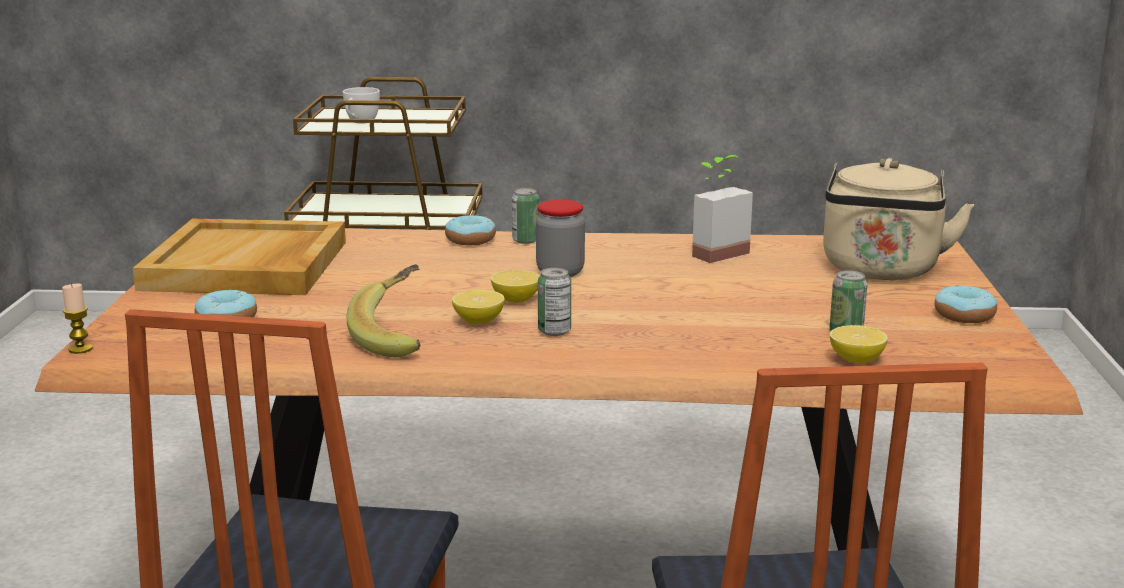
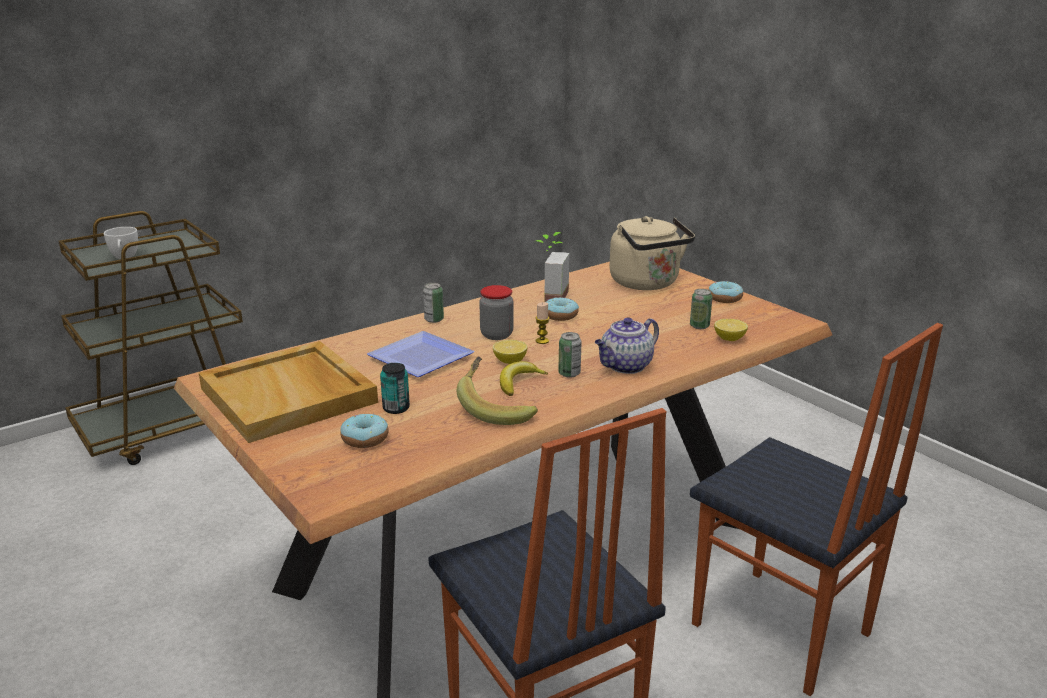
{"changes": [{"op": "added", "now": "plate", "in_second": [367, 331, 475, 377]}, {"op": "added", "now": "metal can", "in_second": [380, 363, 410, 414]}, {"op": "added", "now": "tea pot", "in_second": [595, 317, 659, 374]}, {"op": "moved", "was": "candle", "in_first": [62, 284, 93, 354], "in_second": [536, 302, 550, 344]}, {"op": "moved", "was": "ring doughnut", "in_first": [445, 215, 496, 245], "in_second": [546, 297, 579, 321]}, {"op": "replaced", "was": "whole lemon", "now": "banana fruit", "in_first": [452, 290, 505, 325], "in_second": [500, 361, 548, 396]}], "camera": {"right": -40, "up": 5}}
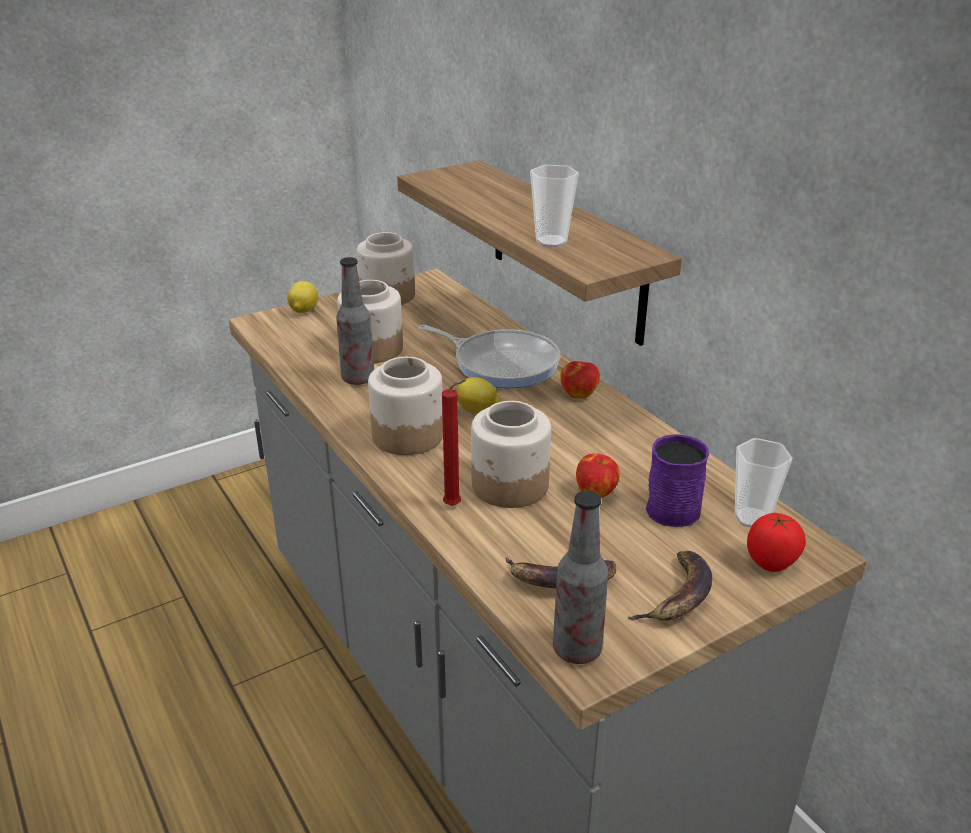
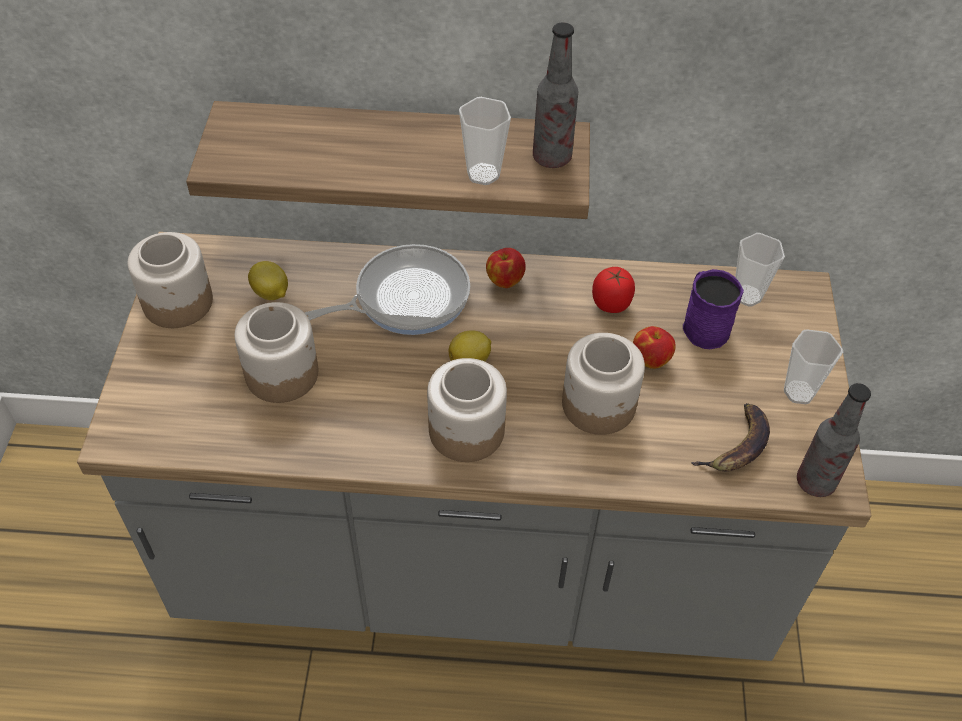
{"changes": [{"op": "removed", "was": "candle (red)", "in_first": [442, 380, 466, 506]}, {"op": "moved", "was": "whole lemon", "in_first": [287, 281, 318, 313], "in_second": [248, 261, 288, 300]}, {"op": "moved", "was": "drink bottle", "in_first": [336, 257, 374, 385], "in_second": [533, 22, 578, 168]}, {"op": "moved", "was": "whole tomato", "in_first": [747, 512, 806, 572], "in_second": [592, 267, 635, 313]}, {"op": "replaced", "was": "banana fruit", "now": "cup", "in_first": [627, 551, 712, 621], "in_second": [784, 329, 843, 404]}], "camera": {"right": -55, "up": 20}}
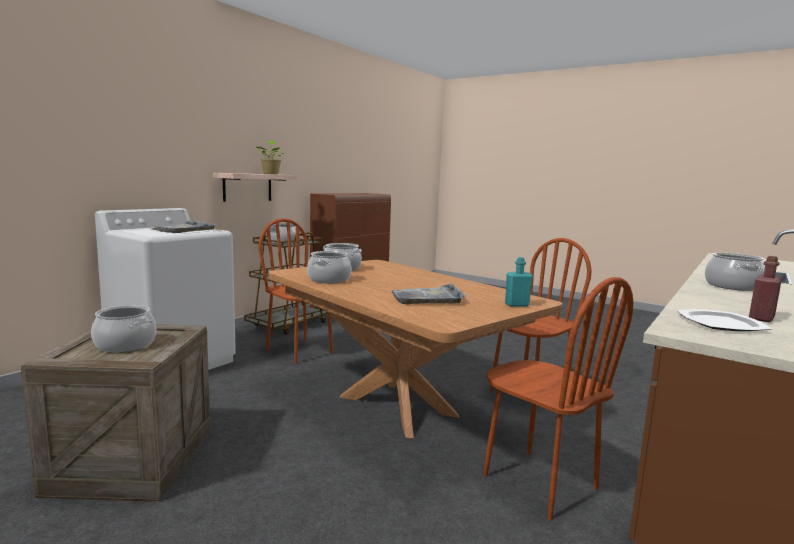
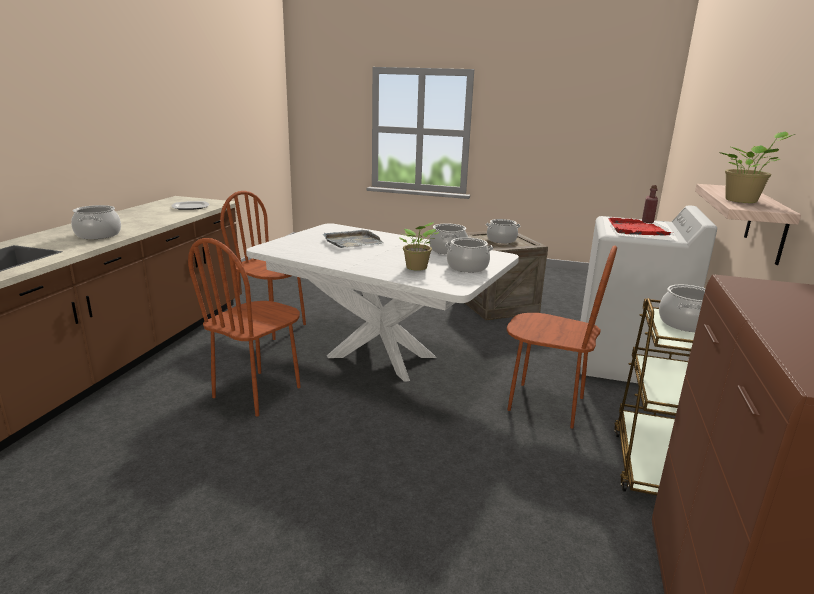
{"changes": [{"op": "removed", "was": "drink bottle (turquoise)", "in_first": [505, 257, 533, 307]}, {"op": "added", "now": "potted plant", "in_second": [399, 222, 440, 271]}, {"op": "moved", "was": "drink bottle (red)", "in_first": [749, 256, 782, 322], "in_second": [642, 185, 658, 223]}, {"op": "recoloured", "was": "carrying tray (gray)", "now": "carrying tray (red)", "in_first": [149, 221, 217, 233], "in_second": [608, 217, 672, 236]}, {"op": "recoloured", "was": "dinner table (brown-coloured)", "now": "dinner table (white)", "in_first": [269, 260, 562, 438], "in_second": [246, 223, 519, 382]}], "camera": {"right": 160, "up": 10}}
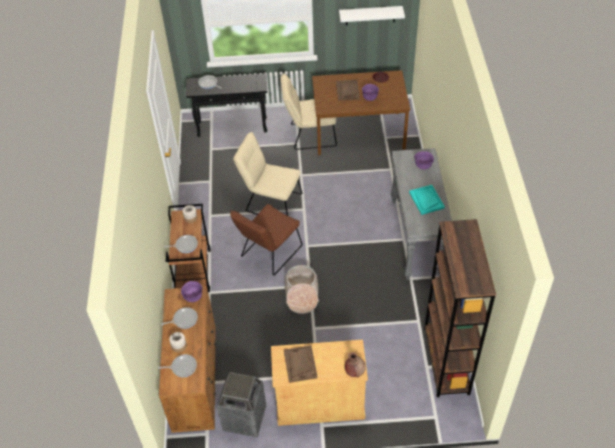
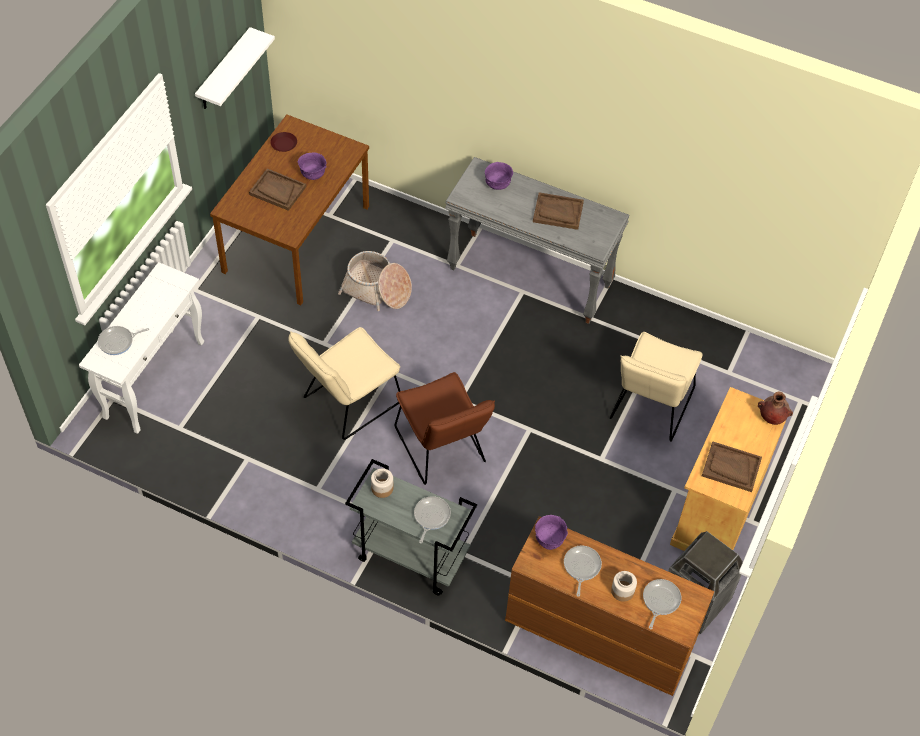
{"changes": [{"op": "removed", "was": "bookcase (brown-coloured)", "in_first": [424, 219, 496, 397]}, {"op": "moved", "was": "chair (sand-coloured)", "in_first": [281, 73, 337, 150], "in_second": [610, 332, 702, 442]}, {"op": "moved", "was": "household basket", "in_first": [285, 265, 319, 314], "in_second": [338, 251, 412, 311]}, {"op": "recoloured", "was": "cart (brown-coloured)", "now": "cart (gray)", "in_first": [166, 204, 211, 292], "in_second": [345, 459, 477, 596]}, {"op": "recoloured", "was": "narrow table (blackish)", "now": "narrow table (white)", "in_first": [186, 73, 267, 137], "in_second": [79, 262, 204, 434]}, {"op": "recoloured", "was": "carrying tray (turquoise)", "now": "carrying tray (brown-coloured)", "in_first": [409, 185, 445, 215], "in_second": [533, 192, 584, 230]}], "camera": {"right": -65, "up": 5}}
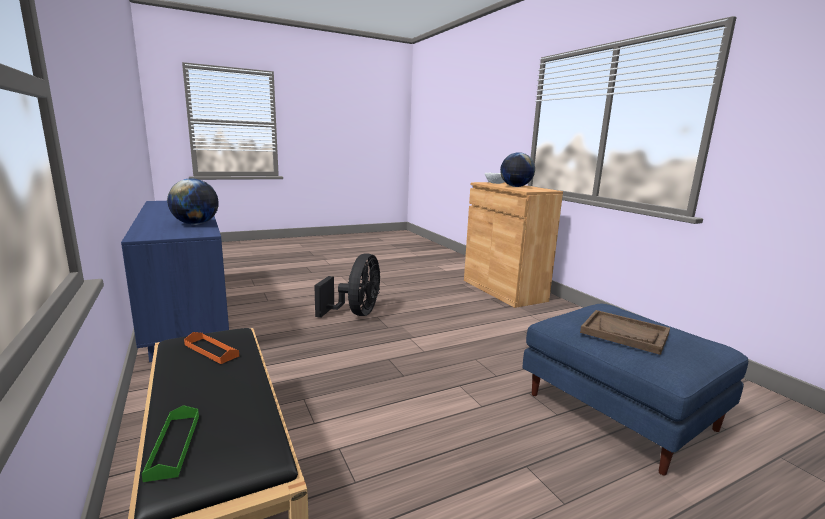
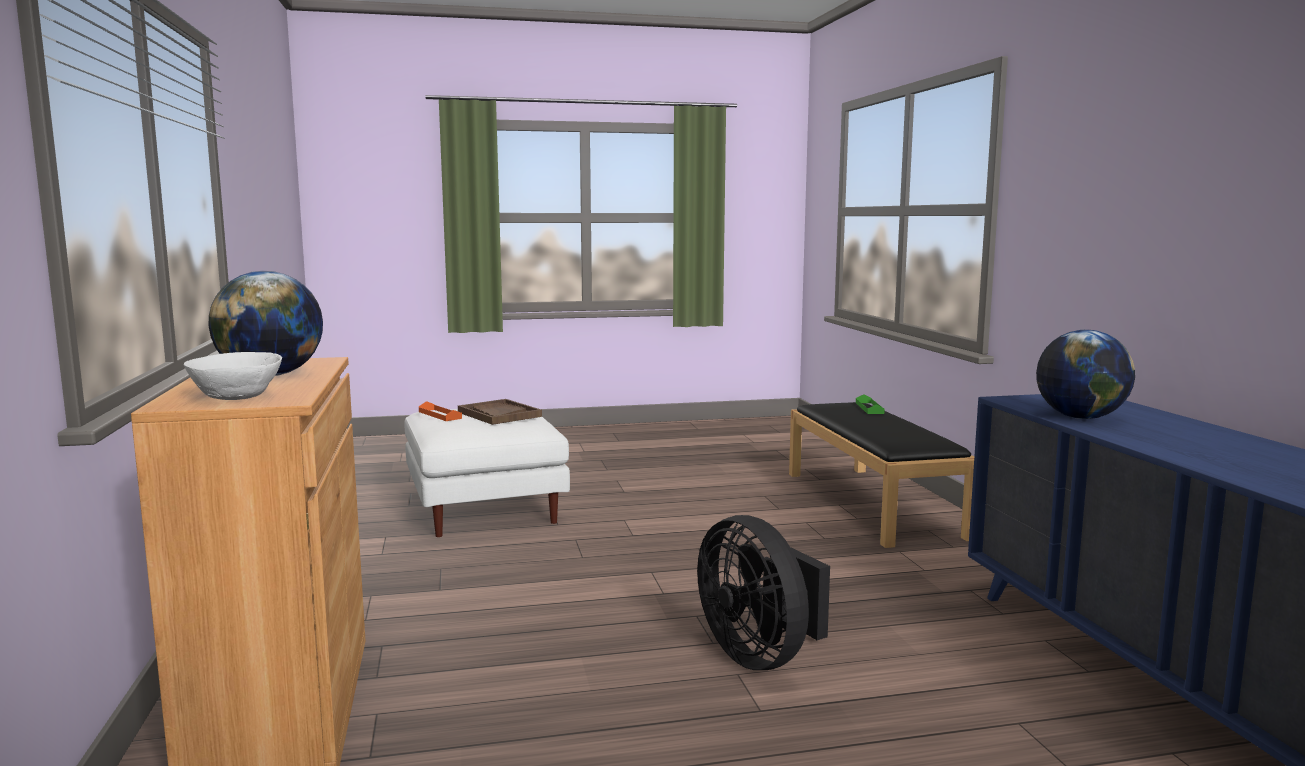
{"changes": [{"op": "moved", "was": "carrying tray (orangey)", "in_first": [184, 332, 239, 364], "in_second": [419, 401, 462, 421]}, {"op": "recoloured", "was": "footrest (blue-coloured)", "now": "footrest (white)", "in_first": [523, 304, 748, 476], "in_second": [405, 409, 570, 537]}, {"op": "turned", "was": "fan (blackish)", "in_first": [314, 253, 380, 318], "in_second": [697, 515, 830, 670], "clockwise": -60}], "camera": {"right": -165, "up": -5}}
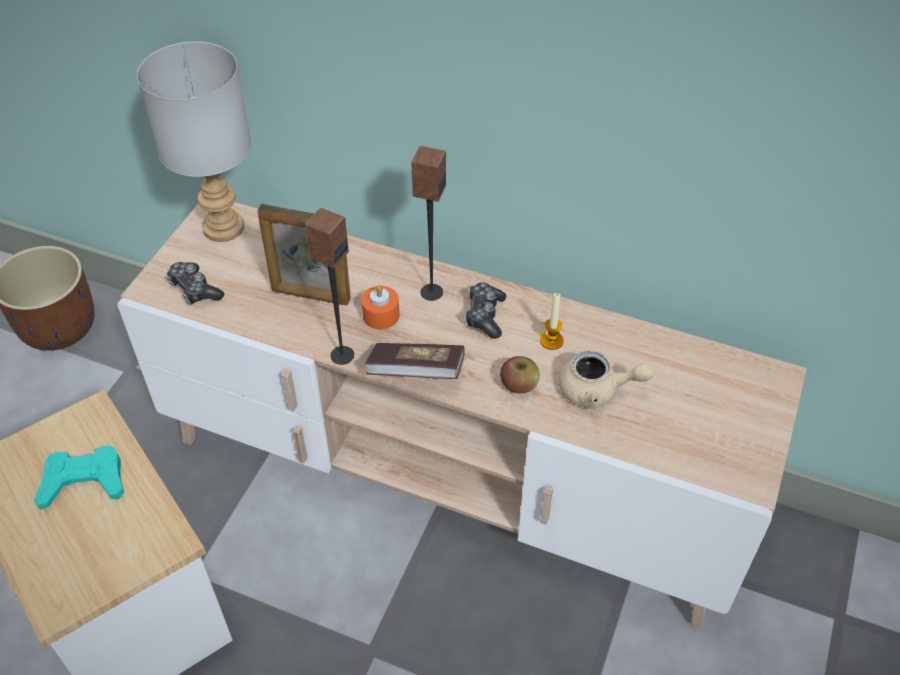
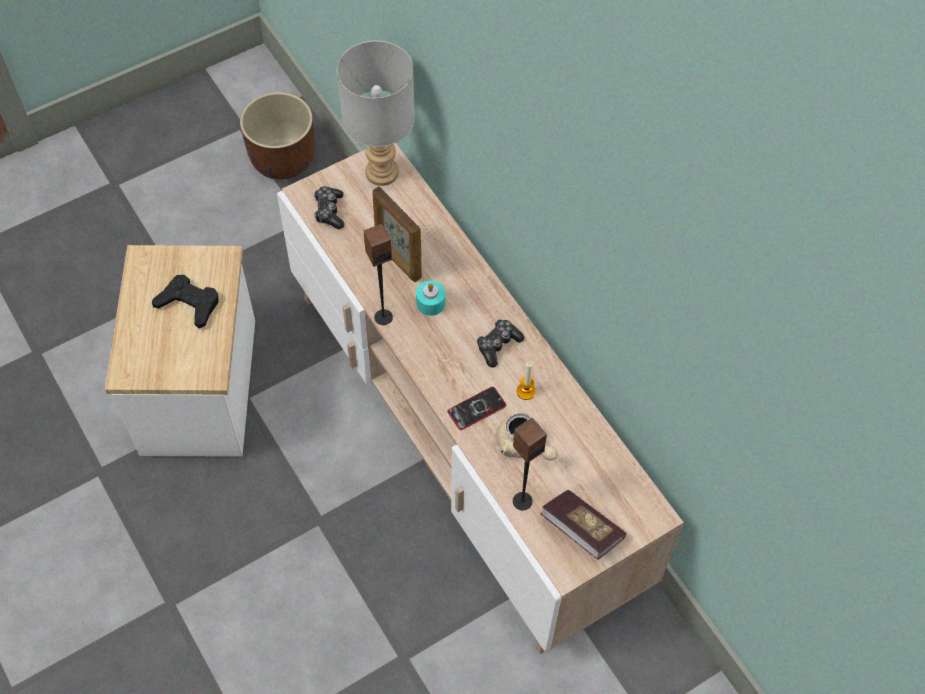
{"changes": [{"op": "moved", "was": "book", "in_first": [365, 343, 464, 379], "in_second": [540, 490, 626, 559]}, {"op": "moved", "was": "speaker", "in_first": [411, 146, 446, 301], "in_second": [513, 418, 547, 510]}, {"op": "replaced", "was": "whole apple", "now": "telephone", "in_first": [500, 356, 540, 393], "in_second": [448, 387, 506, 430]}, {"op": "recoloured", "was": "game controller (turquoise)", "now": "game controller (blackish)", "in_first": [34, 445, 124, 510], "in_second": [152, 275, 219, 329]}, {"op": "recoloured", "was": "candle (orangey)", "now": "candle (turquoise)", "in_first": [361, 285, 400, 329], "in_second": [416, 281, 446, 316]}], "camera": {"right": 35, "up": 10}}
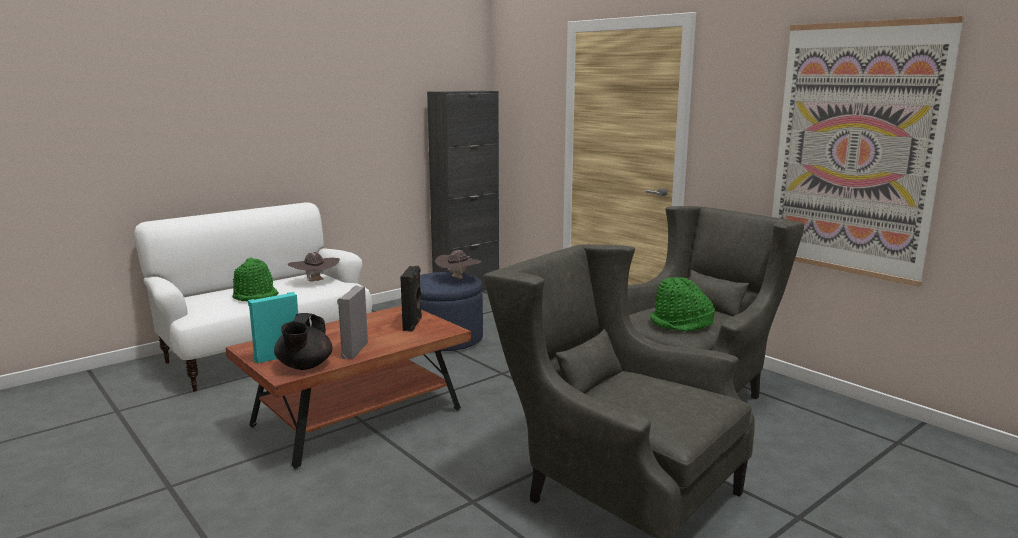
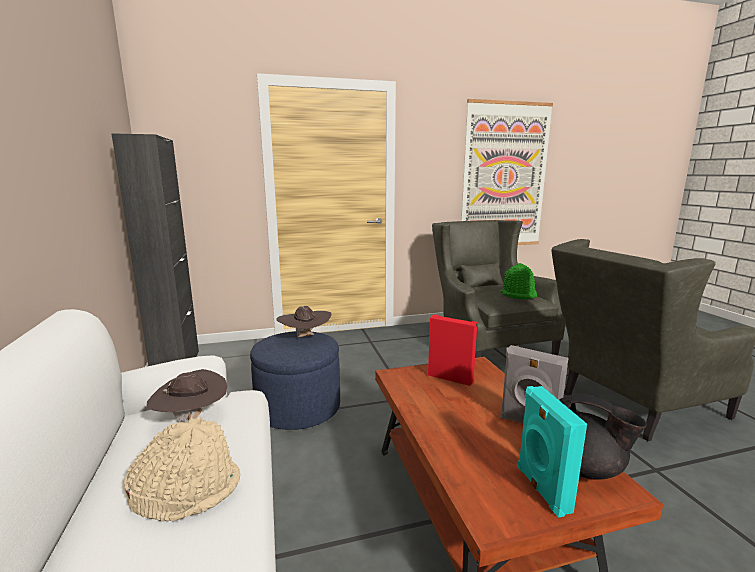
{"changes": [{"op": "recoloured", "was": "wearable hat (green-coloured)", "now": "wearable hat (sand-coloured)", "in_first": [232, 257, 278, 301], "in_second": [124, 417, 240, 521]}, {"op": "recoloured", "was": "speaker (blackish)", "now": "speaker (red)", "in_first": [400, 266, 422, 332], "in_second": [428, 314, 478, 386]}], "camera": {"right": -65, "up": 0}}
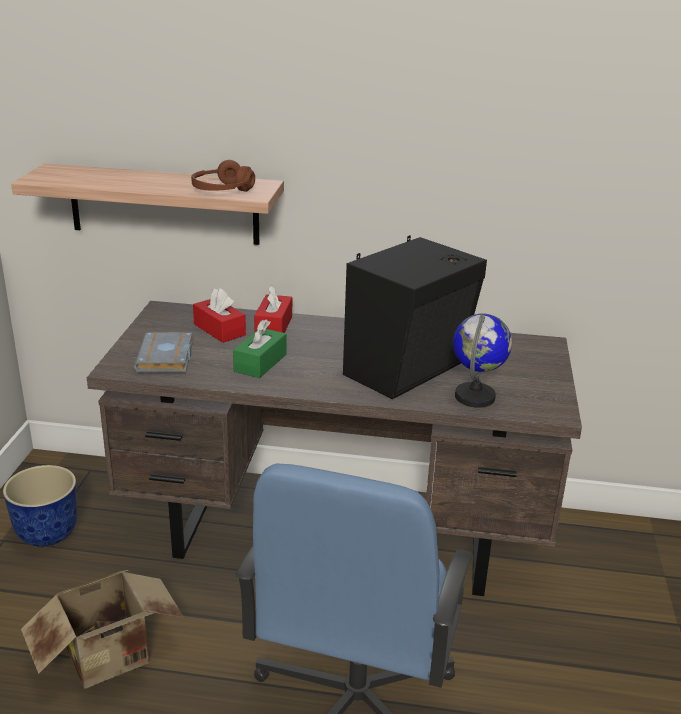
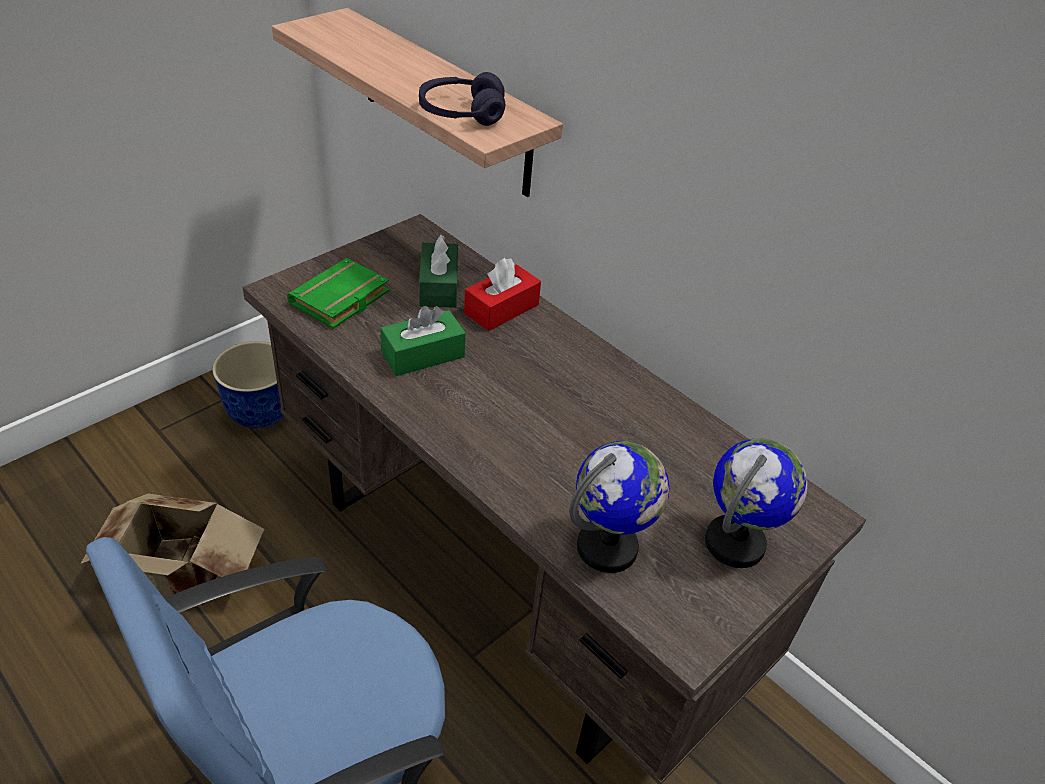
{"changes": [{"op": "removed", "was": "speaker (blackish)", "in_first": [343, 235, 487, 399]}, {"op": "added", "now": "world globe", "in_second": [705, 438, 808, 568]}, {"op": "recoloured", "was": "book (gray)", "now": "book (green-coloured)", "in_first": [134, 332, 193, 373], "in_second": [287, 258, 389, 329]}, {"op": "recoloured", "was": "pair of headphones (brown-coloured)", "now": "pair of headphones (purplish)", "in_first": [191, 160, 255, 192], "in_second": [419, 72, 505, 126]}, {"op": "recoloured", "was": "tissue box (red)", "now": "tissue box (green-coloured)", "in_first": [193, 288, 246, 343], "in_second": [419, 235, 458, 308]}], "camera": {"right": 35, "up": 15}}
